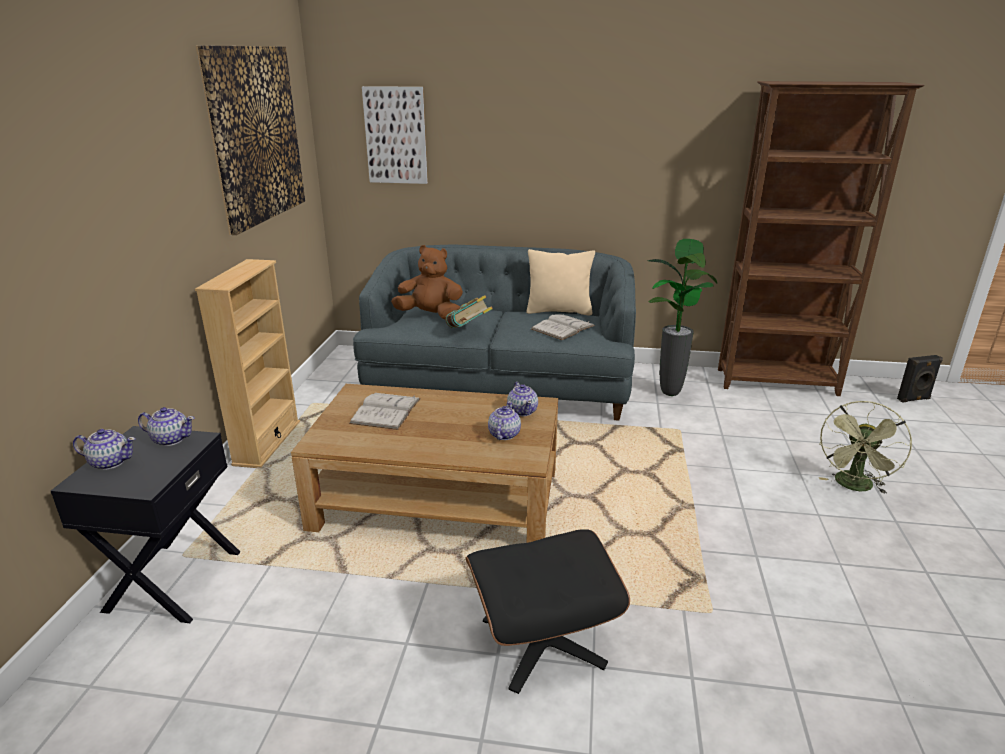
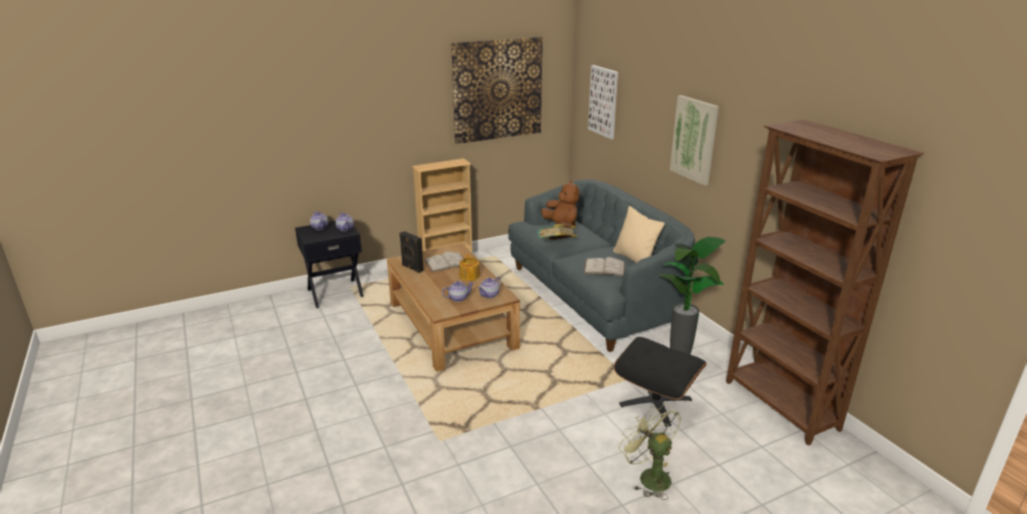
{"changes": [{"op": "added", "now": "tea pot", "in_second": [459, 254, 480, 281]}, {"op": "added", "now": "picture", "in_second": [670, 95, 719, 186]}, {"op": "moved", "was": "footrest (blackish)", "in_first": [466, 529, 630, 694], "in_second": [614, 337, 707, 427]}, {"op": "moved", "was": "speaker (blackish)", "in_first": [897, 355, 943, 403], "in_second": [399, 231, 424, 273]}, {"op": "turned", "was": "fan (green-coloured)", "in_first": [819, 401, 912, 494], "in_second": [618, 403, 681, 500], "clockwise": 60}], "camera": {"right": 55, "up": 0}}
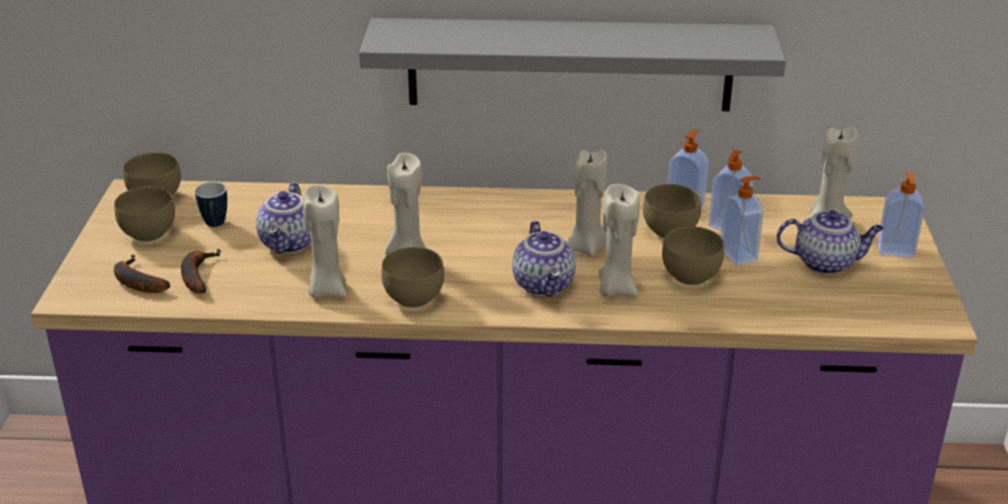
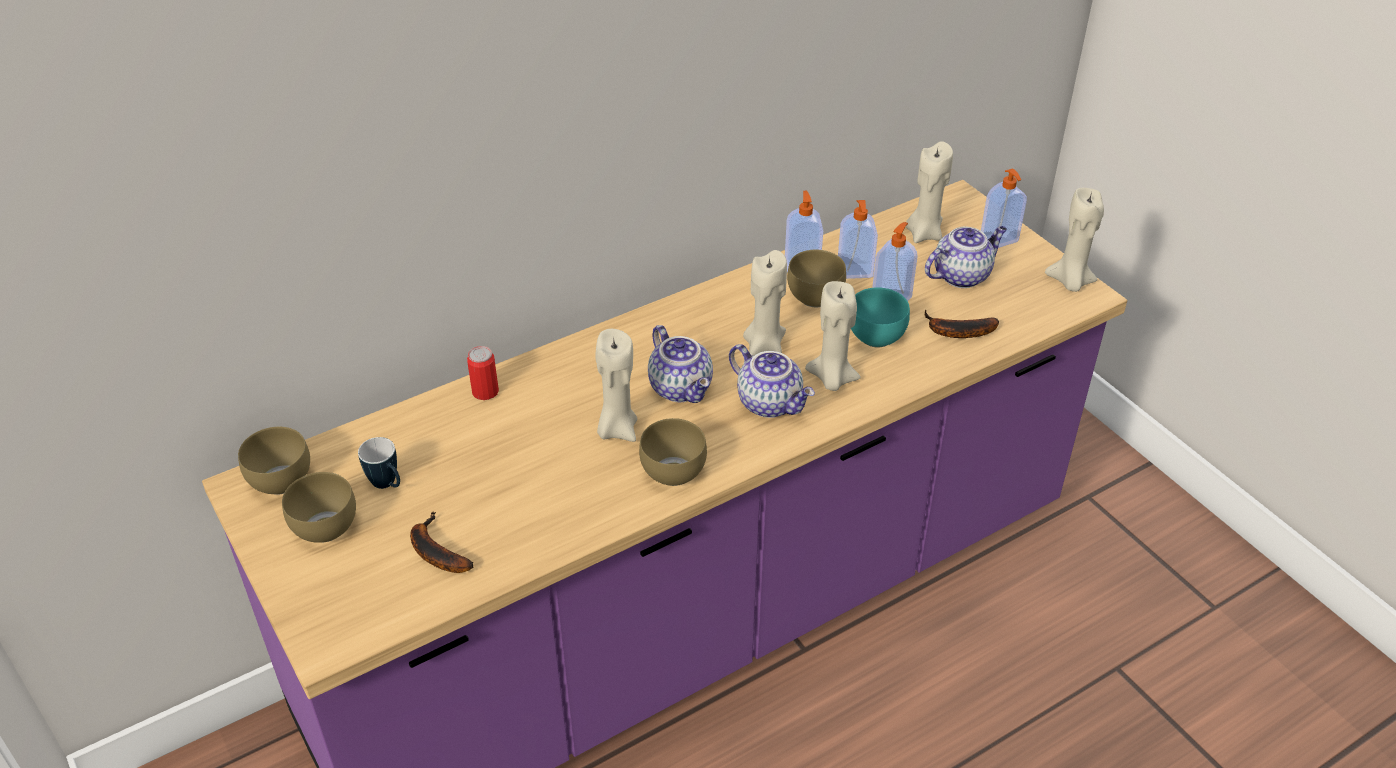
{"changes": [{"op": "removed", "was": "bracket shelf (gray)", "in_first": [359, 18, 786, 111]}, {"op": "added", "now": "metal can", "in_second": [467, 346, 499, 400]}, {"op": "moved", "was": "banana fruit", "in_first": [114, 254, 170, 293], "in_second": [925, 310, 999, 338]}, {"op": "moved", "was": "tea pot", "in_first": [256, 182, 311, 254], "in_second": [648, 325, 713, 403]}, {"op": "moved", "was": "candle (sand-coloured)", "in_first": [303, 185, 347, 298], "in_second": [1045, 188, 1104, 292]}, {"op": "recoloured", "was": "deep dish (brown-coloured)", "now": "deep dish (turquoise)", "in_first": [662, 226, 724, 285], "in_second": [851, 287, 910, 347]}], "camera": {"right": -35, "up": 10}}
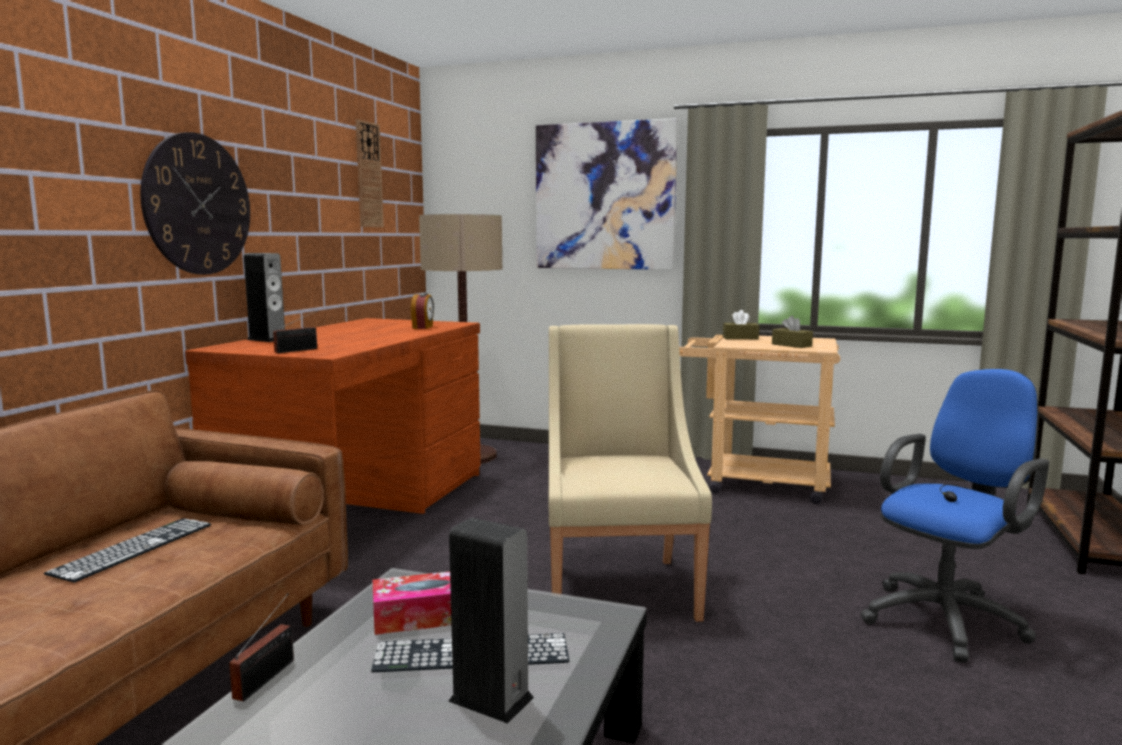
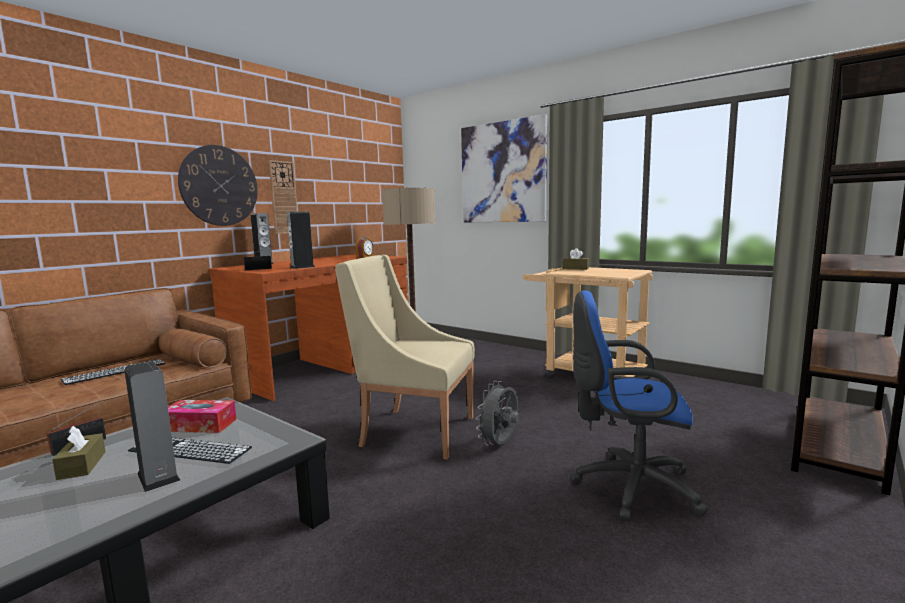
{"changes": [{"op": "added", "now": "speaker", "in_second": [287, 212, 315, 269]}, {"op": "added", "now": "fan (gray)", "in_second": [476, 381, 519, 446]}, {"op": "moved", "was": "clock on the wall", "in_first": [356, 119, 384, 227], "in_second": [269, 160, 298, 234]}, {"op": "moved", "was": "tissue box (brown-coloured)", "in_first": [772, 316, 813, 348], "in_second": [52, 426, 105, 480]}, {"op": "turned", "was": "armchair (sand-coloured)", "in_first": [548, 324, 712, 622], "in_second": [335, 255, 475, 460], "clockwise": -90}, {"op": "turned", "was": "desk chair (blue-coloured)", "in_first": [860, 369, 1049, 663], "in_second": [571, 290, 708, 522], "clockwise": -150}], "camera": {"right": 20, "up": 0}}
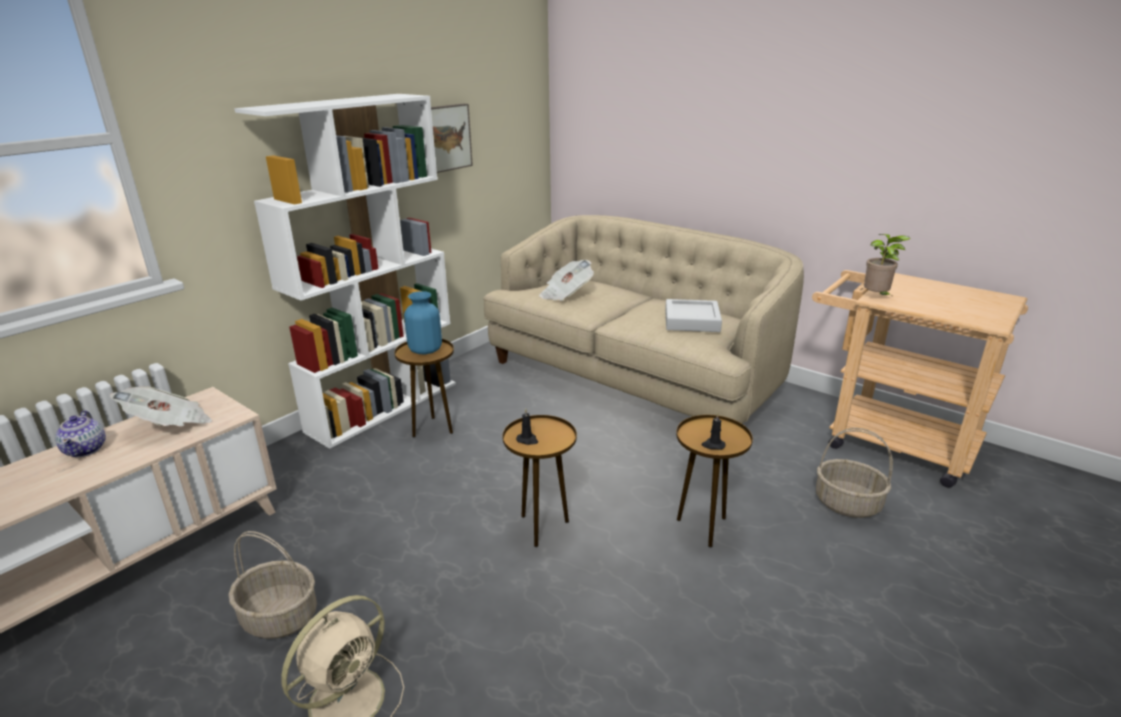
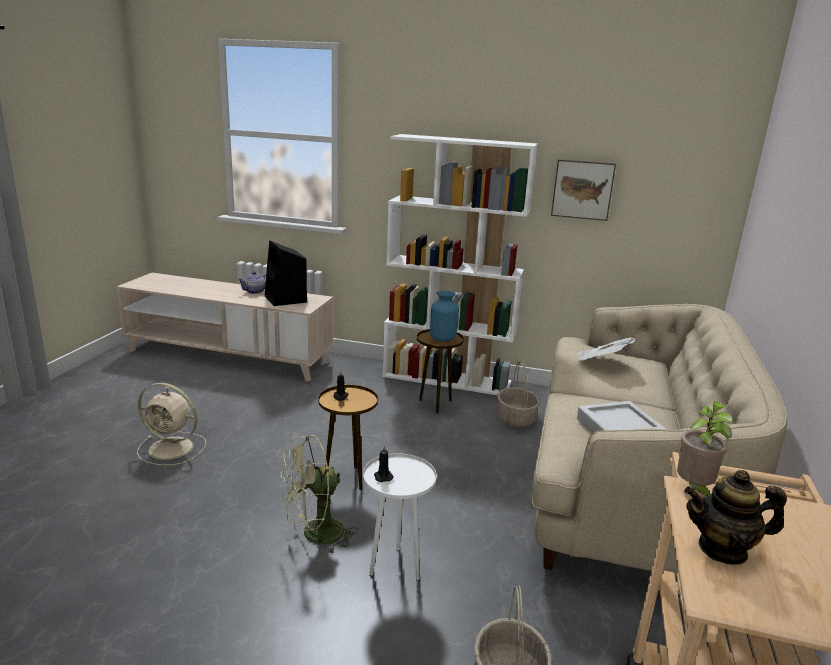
{"changes": [{"op": "added", "now": "fan (green-coloured)", "in_second": [281, 435, 358, 554]}, {"op": "added", "now": "tea pot", "in_second": [684, 470, 787, 565]}, {"op": "moved", "was": "household basket", "in_first": [229, 531, 317, 639], "in_second": [497, 360, 540, 427]}, {"op": "replaced", "was": "printed paper", "now": "speaker (blackish)", "in_first": [110, 386, 213, 427], "in_second": [264, 241, 307, 306]}, {"op": "recoloured", "was": "end table (brown-coloured)", "now": "end table (white)", "in_first": [676, 415, 753, 547], "in_second": [363, 454, 437, 581]}], "camera": {"right": 65, "up": -5}}
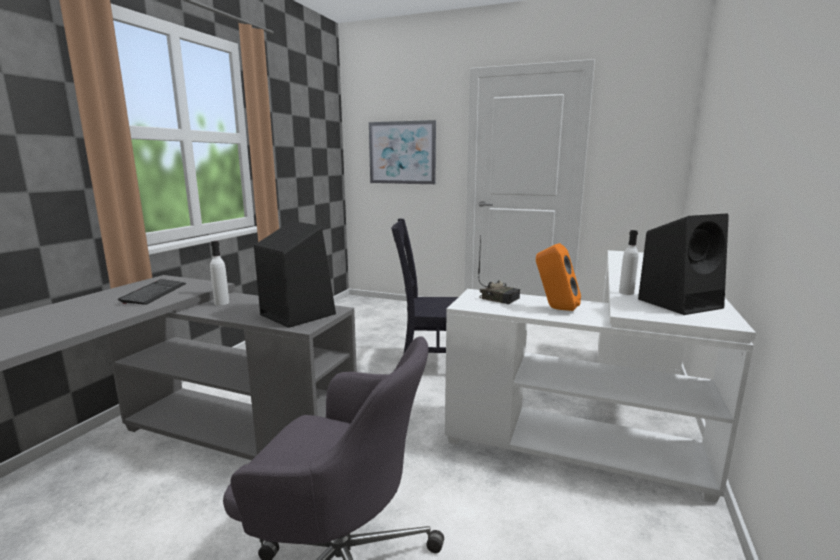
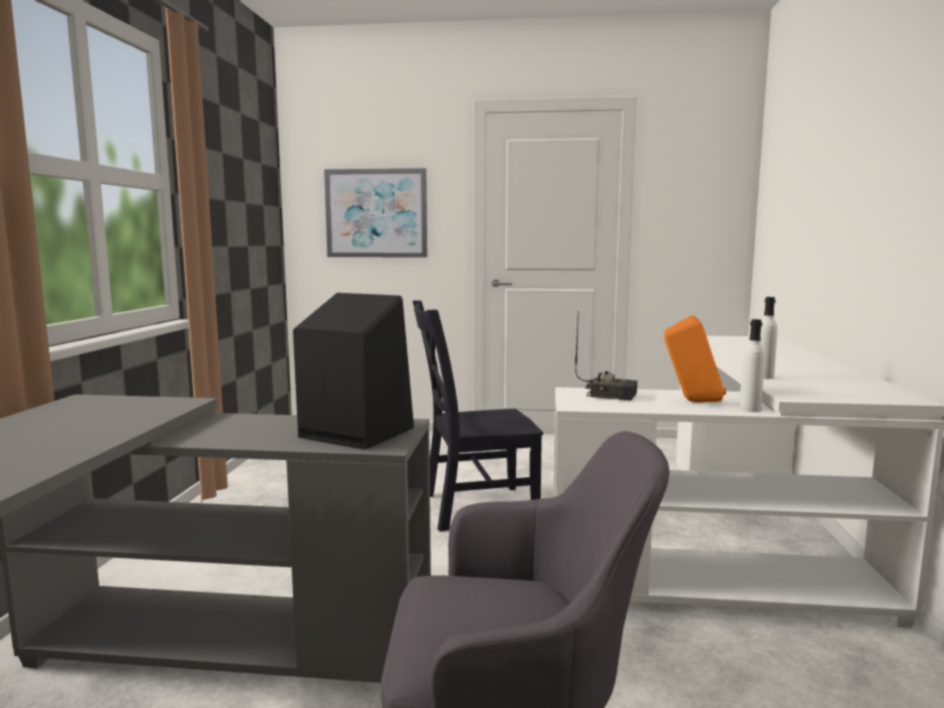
{"changes": [{"op": "removed", "was": "computer keyboard", "in_first": [118, 279, 186, 305]}, {"op": "removed", "was": "speaker (blackish)", "in_first": [638, 214, 729, 315]}, {"op": "moved", "was": "drink bottle (white)", "in_first": [210, 241, 229, 305], "in_second": [739, 319, 765, 412]}], "camera": {"right": -15, "up": -5}}
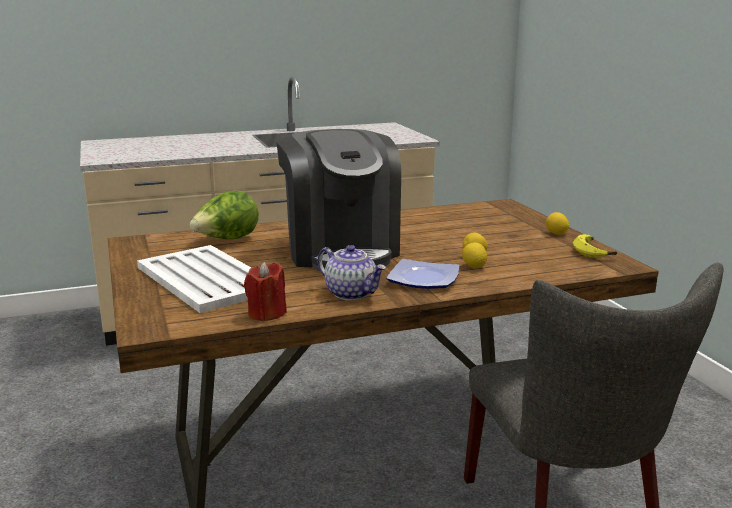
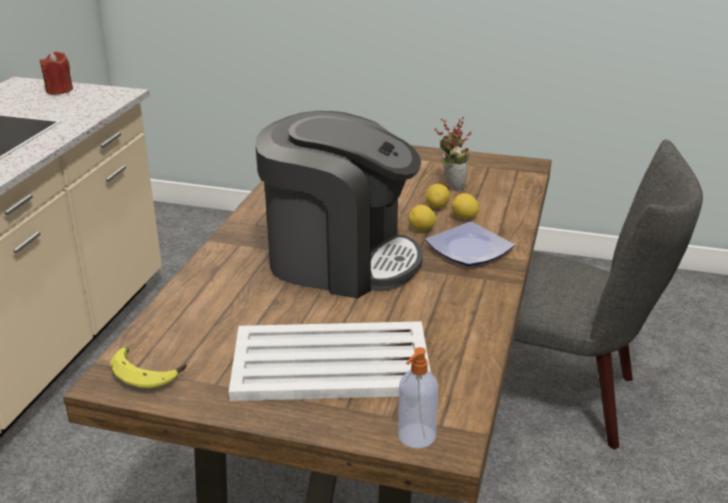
{"changes": [{"op": "removed", "was": "head of lettuce", "in_first": [190, 191, 259, 239]}, {"op": "removed", "was": "tea pot", "in_first": [317, 245, 386, 300]}, {"op": "added", "now": "soap dispenser", "in_second": [398, 347, 438, 448]}, {"op": "added", "now": "potted plant", "in_second": [435, 117, 472, 192]}, {"op": "moved", "was": "candle (red)", "in_first": [244, 262, 287, 321], "in_second": [39, 51, 73, 94]}, {"op": "moved", "was": "whole lemon", "in_first": [546, 212, 569, 235], "in_second": [409, 205, 436, 231]}, {"op": "moved", "was": "banana fruit", "in_first": [573, 234, 617, 258], "in_second": [110, 347, 187, 389]}], "camera": {"right": -55, "up": 10}}
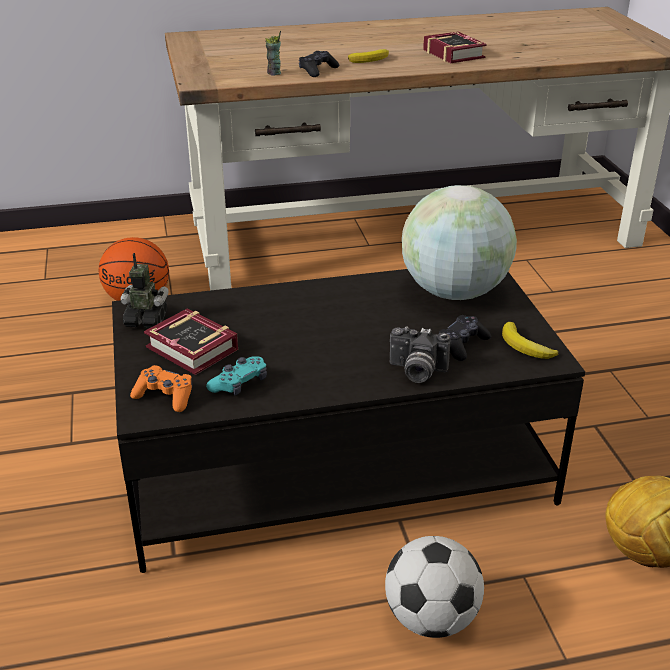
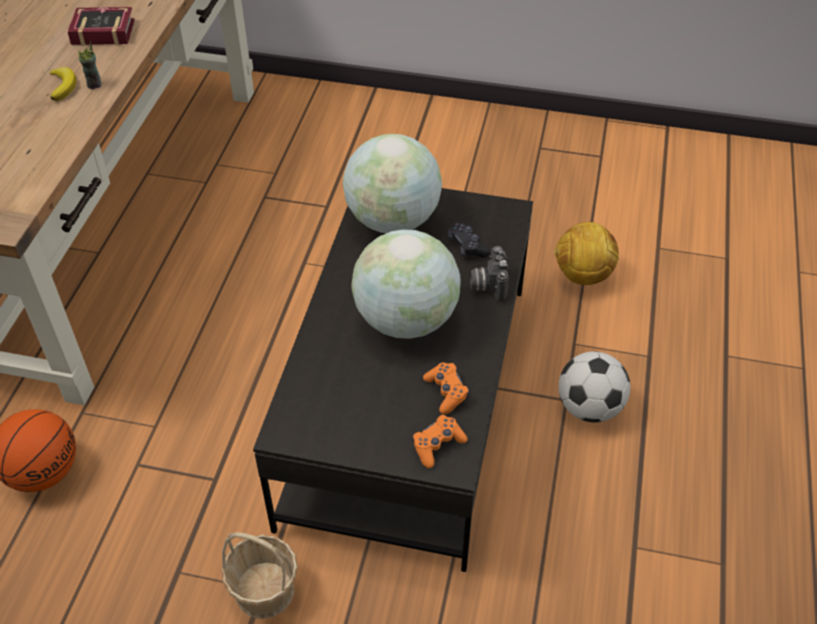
{"changes": [{"op": "removed", "was": "toy robot", "in_first": [121, 253, 168, 328]}, {"op": "removed", "was": "book", "in_first": [144, 308, 238, 375]}, {"op": "removed", "was": "game controller (blackish)", "in_first": [299, 51, 339, 77]}, {"op": "removed", "was": "banana fruit", "in_first": [502, 322, 559, 359]}, {"op": "added", "now": "household basket", "in_second": [222, 532, 298, 619]}, {"op": "added", "now": "world globe", "in_second": [351, 229, 461, 339]}, {"op": "moved", "was": "cup", "in_first": [265, 31, 281, 76], "in_second": [78, 41, 102, 89]}, {"op": "recoloured", "was": "game controller (turquoise)", "now": "game controller (orangey)", "in_first": [206, 356, 267, 396], "in_second": [423, 363, 469, 414]}, {"op": "turned", "was": "photo camera", "in_first": [390, 327, 451, 383], "in_second": [470, 246, 509, 301], "clockwise": 135}], "camera": {"right": -65, "up": 15}}
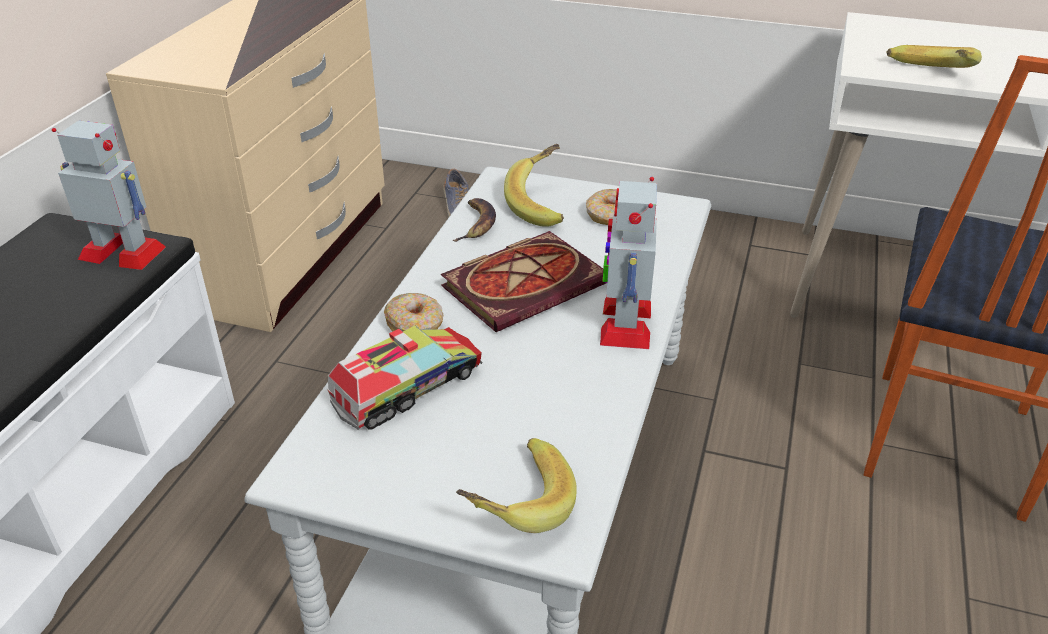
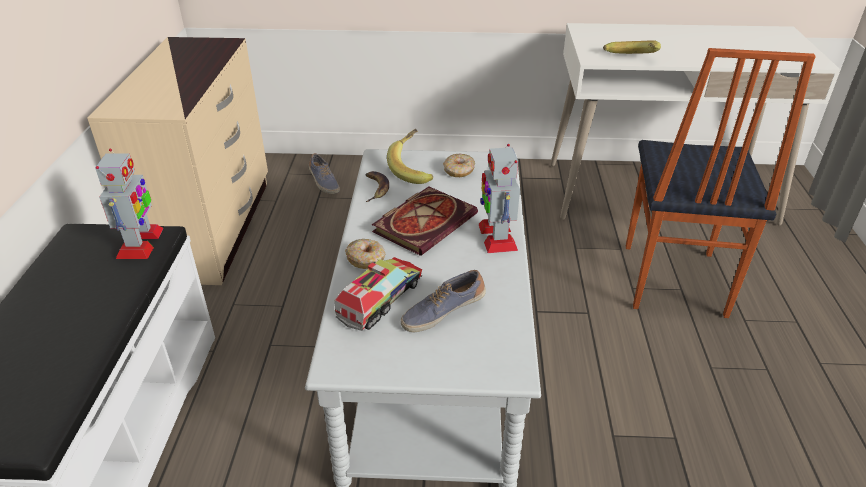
{"changes": [{"op": "removed", "was": "banana fruit", "in_first": [456, 438, 577, 533]}, {"op": "added", "now": "shoe", "in_second": [401, 270, 486, 332]}, {"op": "turned", "was": "toy robot", "in_first": [52, 120, 166, 270], "in_second": [95, 149, 164, 259], "clockwise": 90}], "camera": {"right": -15, "up": 0}}
